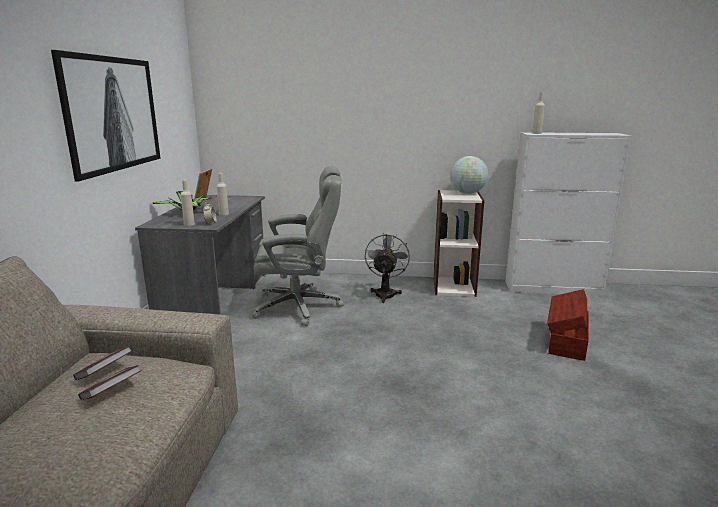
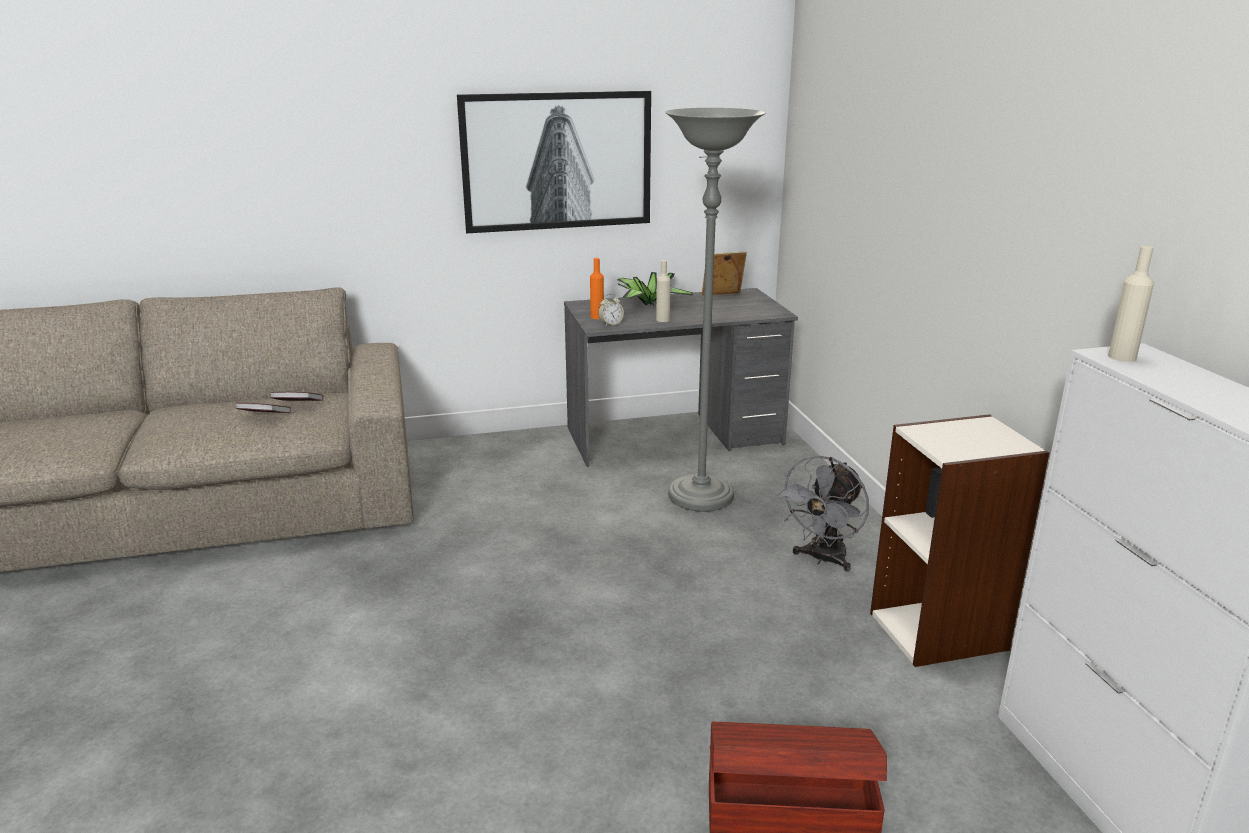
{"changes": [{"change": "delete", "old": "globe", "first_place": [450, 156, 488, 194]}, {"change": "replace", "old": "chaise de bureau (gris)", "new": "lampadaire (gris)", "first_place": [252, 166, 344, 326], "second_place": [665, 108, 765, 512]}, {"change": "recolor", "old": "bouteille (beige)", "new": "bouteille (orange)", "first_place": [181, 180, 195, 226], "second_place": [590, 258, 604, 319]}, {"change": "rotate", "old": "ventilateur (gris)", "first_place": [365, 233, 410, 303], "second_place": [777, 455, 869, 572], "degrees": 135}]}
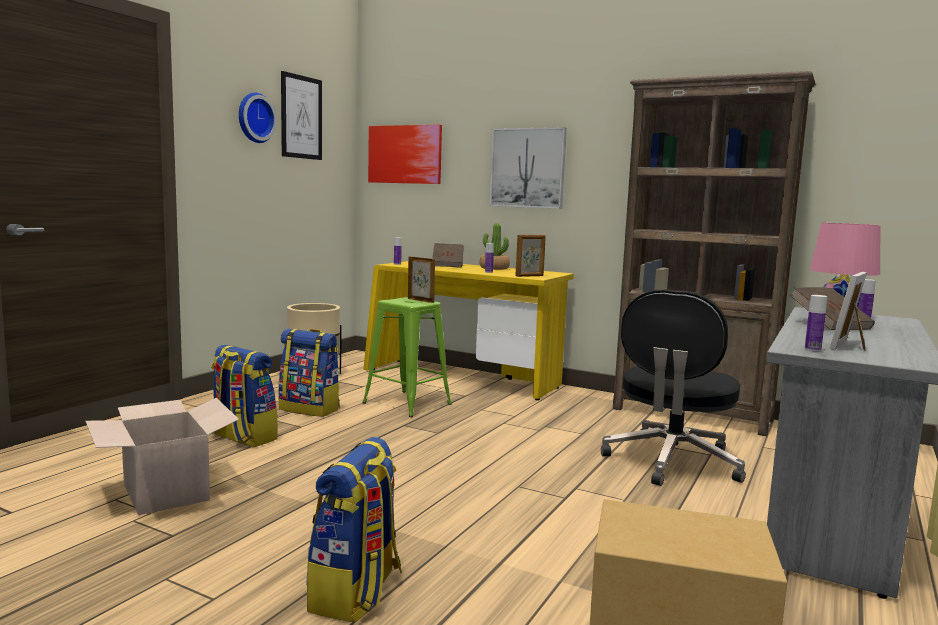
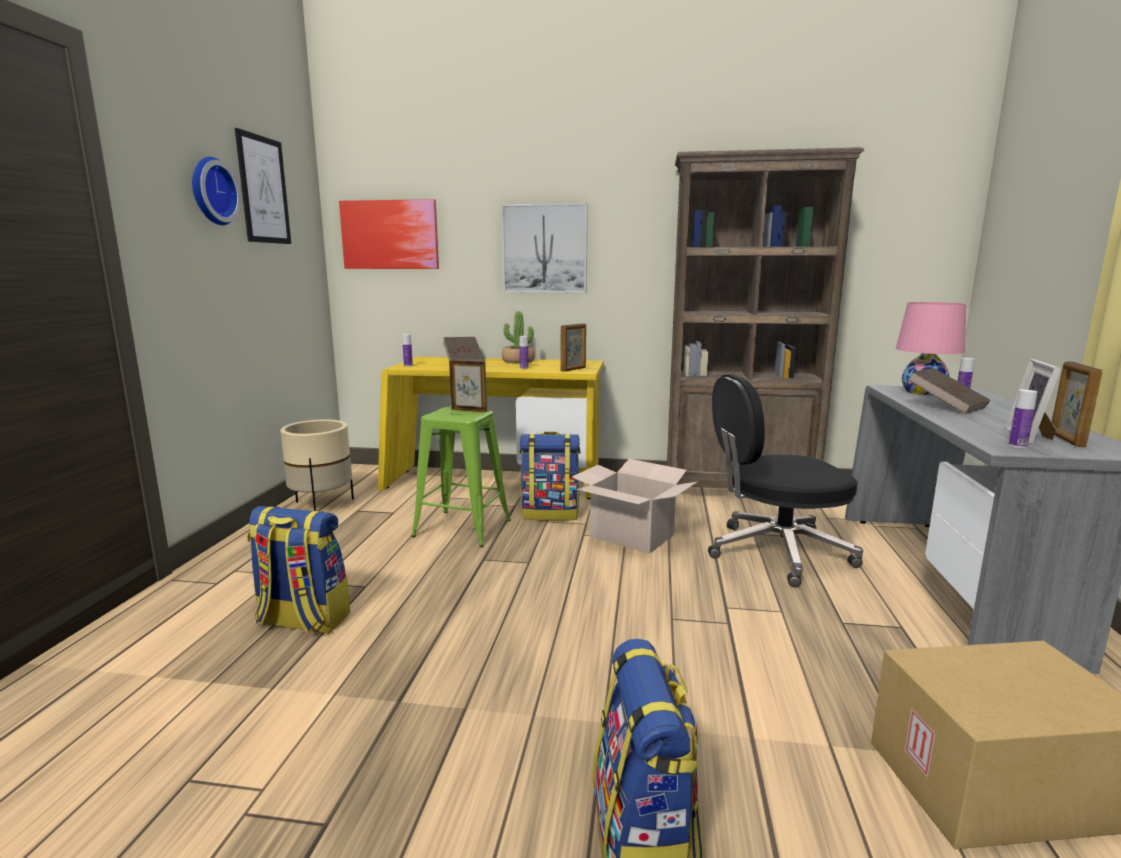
{"changes": [{"change": "rotate", "old": "chaise de bureau (noir)", "first_place": [601, 289, 746, 486], "second_place": [708, 374, 863, 587], "degrees": 75}, {"change": "move", "old": "sac à dos", "first_place": [278, 329, 340, 417], "second_place": [520, 432, 580, 521]}, {"change": "move", "old": "carton", "first_place": [85, 398, 239, 515], "second_place": [572, 459, 697, 554]}, {"change": "insert", "new": "cadre photo", "second_place": [1052, 361, 1103, 447]}]}
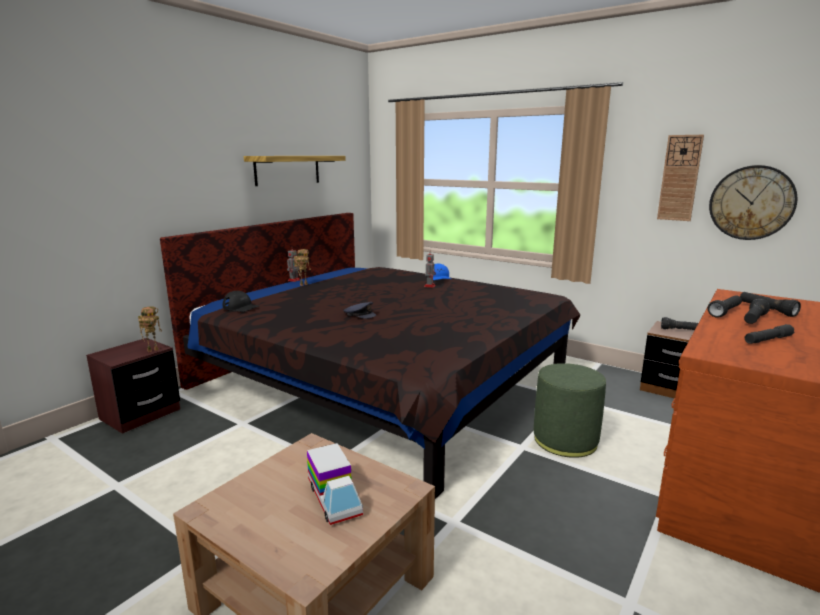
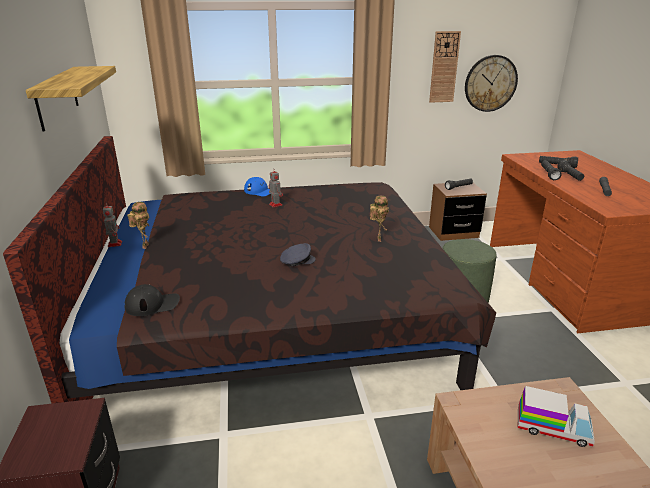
{"changes": [{"change": "move", "old": "robot jouet", "first_place": [138, 306, 162, 353], "second_place": [370, 196, 389, 242]}]}
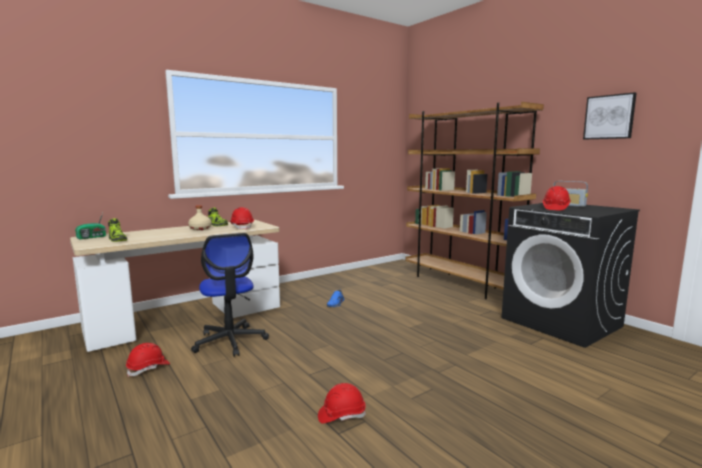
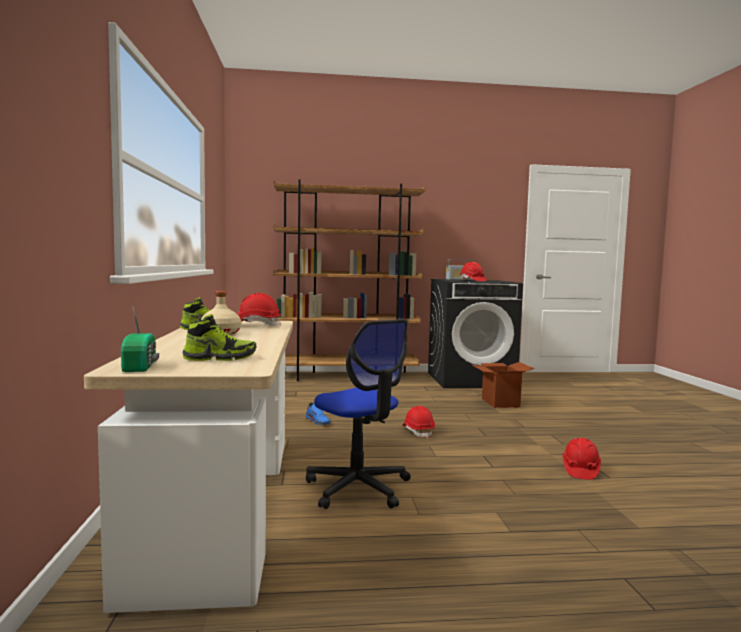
{"changes": [{"change": "delete", "old": "tableau", "first_place": [583, 92, 637, 139]}, {"change": "rotate", "old": "chaise de bureau", "first_place": [191, 233, 269, 357], "second_place": [306, 319, 411, 509], "degrees": 45}, {"change": "move", "old": "casque de chantier (rouge)", "first_place": [126, 343, 170, 377], "second_place": [403, 406, 435, 438]}, {"change": "insert", "new": "carton", "second_place": [472, 362, 534, 408]}]}
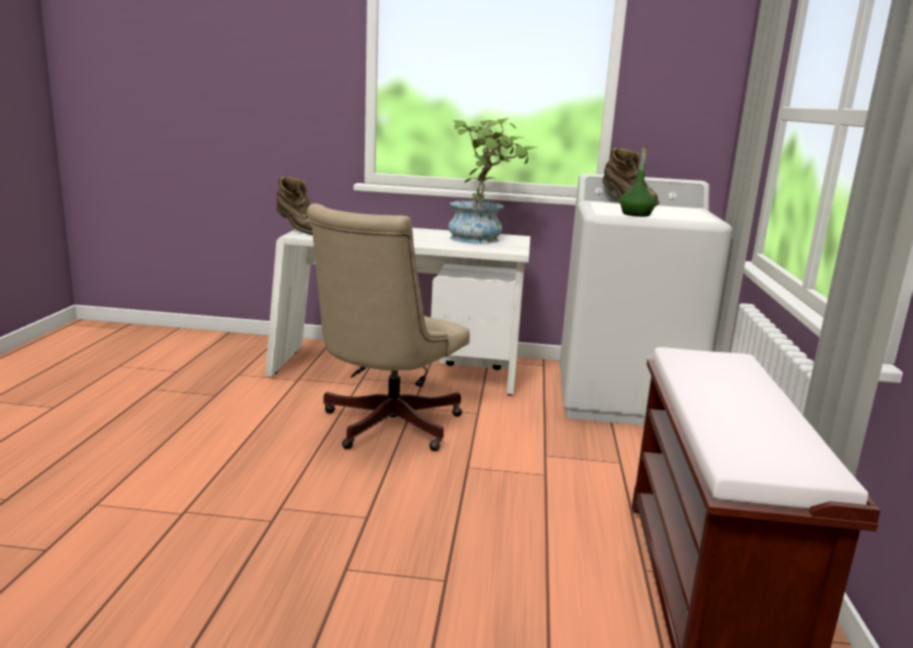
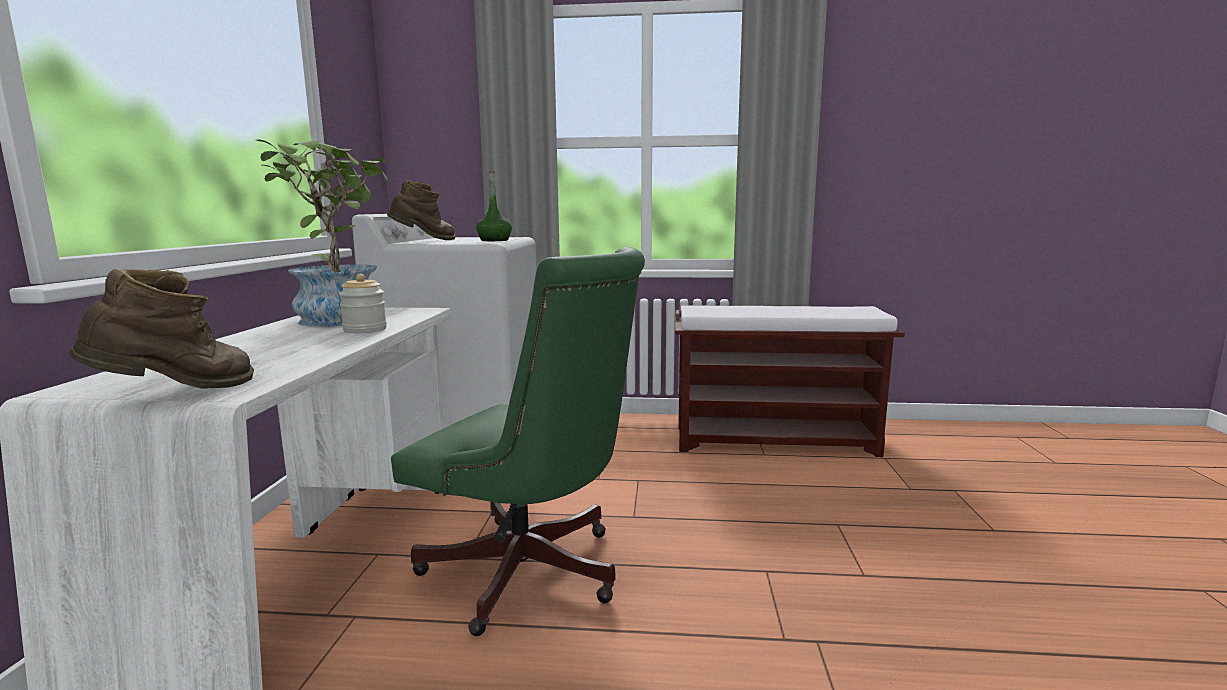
{"changes": [{"change": "recolor", "old": "chaise de bureau (beige)", "new": "chaise de bureau (vert)", "first_place": [307, 203, 470, 451], "second_place": [391, 247, 645, 636]}, {"change": "insert", "new": "bocal", "second_place": [339, 274, 387, 333]}]}
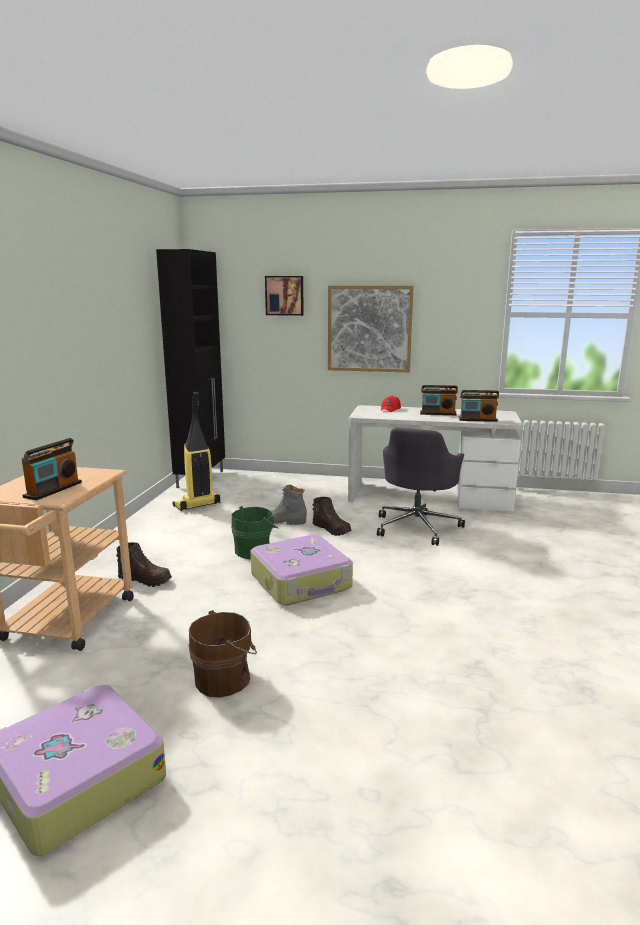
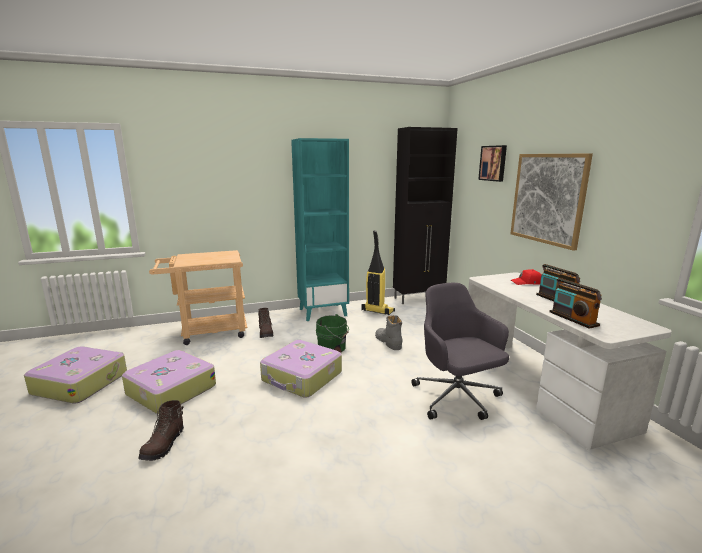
{"changes": [{"change": "rotate", "old": "chaise de bureau (gris)", "first_place": [377, 427, 465, 546], "second_place": [411, 283, 509, 420], "degrees": 75}, {"change": "delete", "old": "radio", "first_place": [22, 438, 82, 500]}, {"change": "move", "old": "botte (marron)", "first_place": [312, 497, 352, 536], "second_place": [138, 400, 184, 461]}, {"change": "replace", "old": "seau (marron)", "new": "valise", "first_place": [189, 610, 257, 698], "second_place": [122, 350, 216, 414]}, {"change": "insert", "new": "bibliothèque (turquoise)", "second_place": [291, 138, 349, 321]}]}
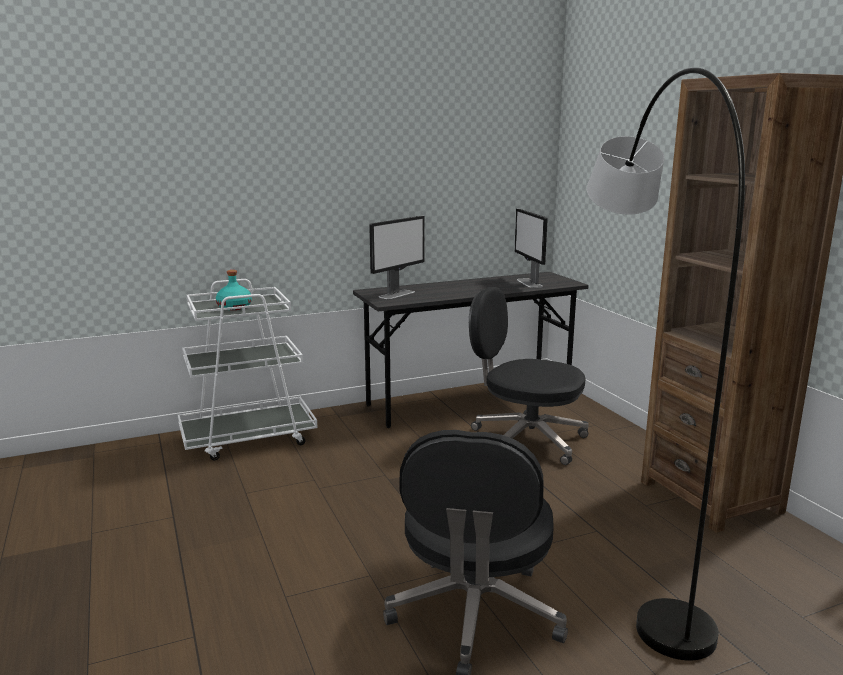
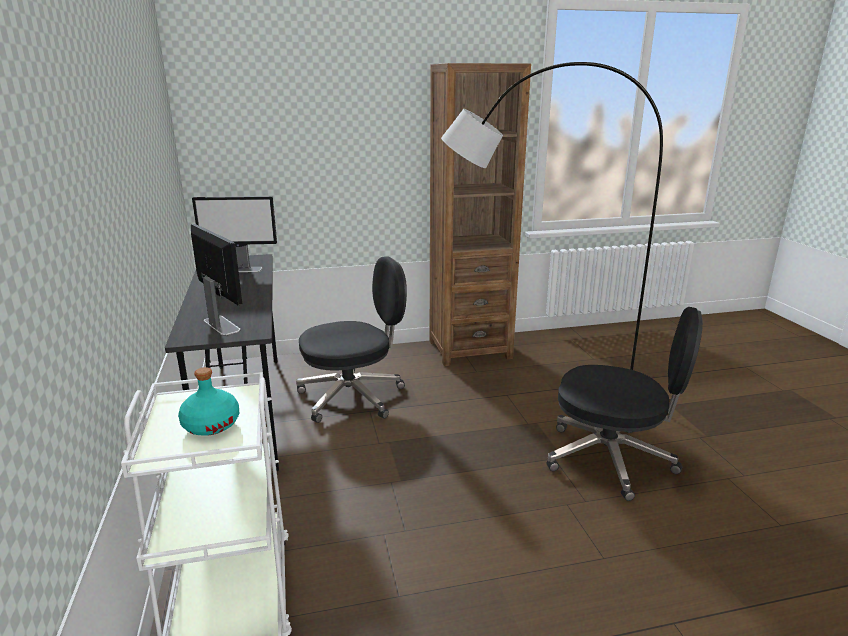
{"changes": [{"change": "rotate", "old": "chaise de bureau (noir)", "first_place": [469, 287, 589, 465], "second_place": [296, 257, 407, 423], "degrees": -150}]}
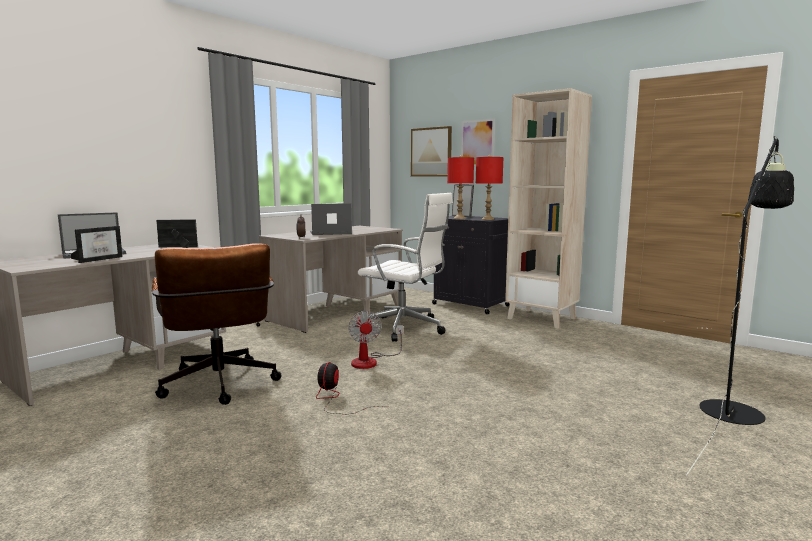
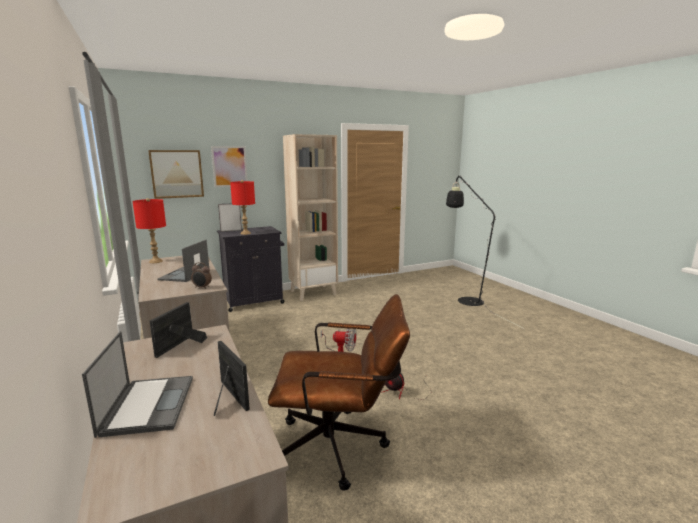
{"changes": [{"change": "move", "old": "lampe de table (rouge)", "first_place": [476, 155, 504, 220], "second_place": [132, 198, 166, 263]}, {"change": "delete", "old": "chaise de bureau (blanc)", "first_place": [358, 193, 452, 342]}]}
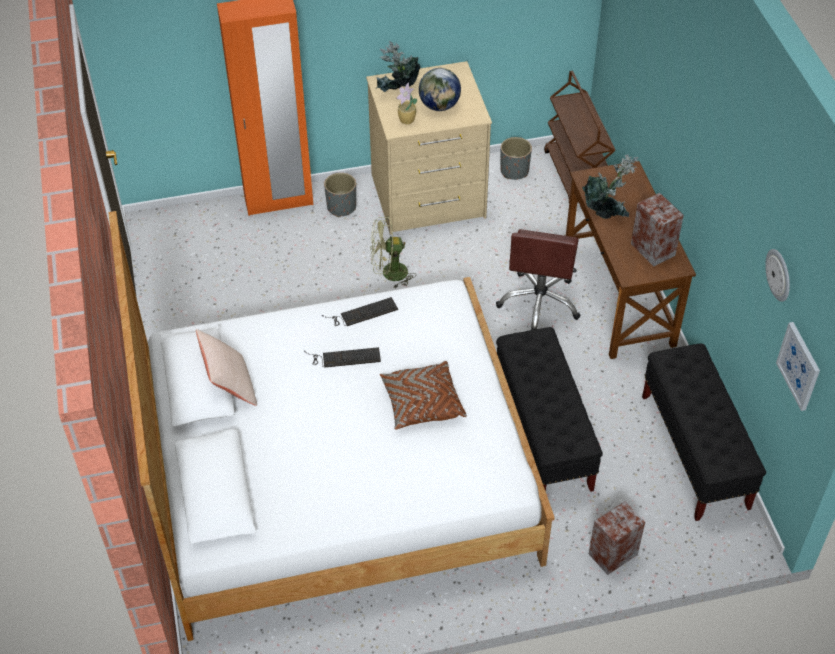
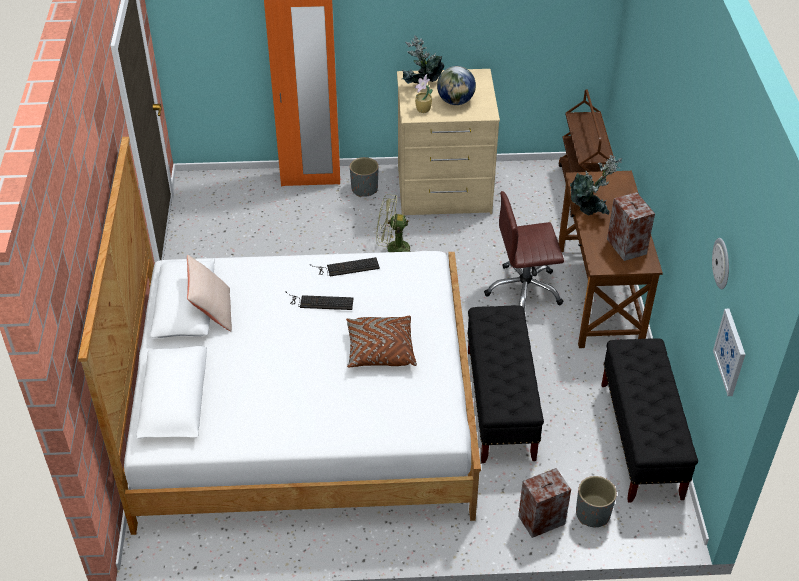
{"changes": [{"change": "move", "old": "cache-pot (gris)", "first_place": [500, 137, 532, 180], "second_place": [576, 476, 617, 527]}, {"change": "rotate", "old": "chaise de bureau (marron)", "first_place": [496, 229, 581, 330], "second_place": [484, 191, 564, 310], "degrees": 60}]}
